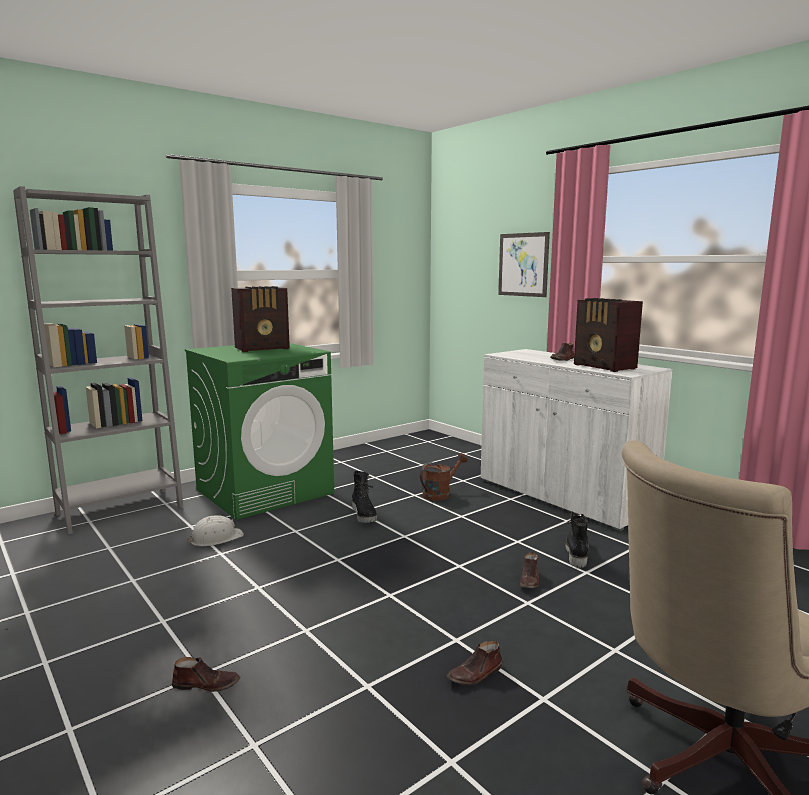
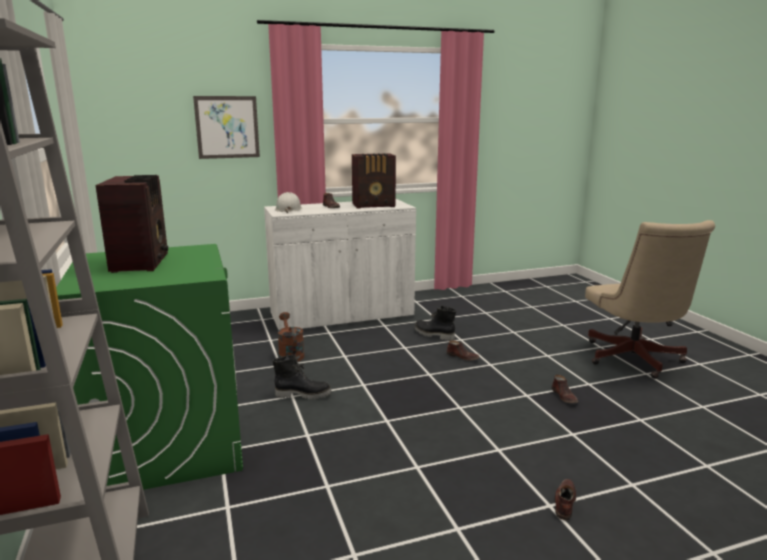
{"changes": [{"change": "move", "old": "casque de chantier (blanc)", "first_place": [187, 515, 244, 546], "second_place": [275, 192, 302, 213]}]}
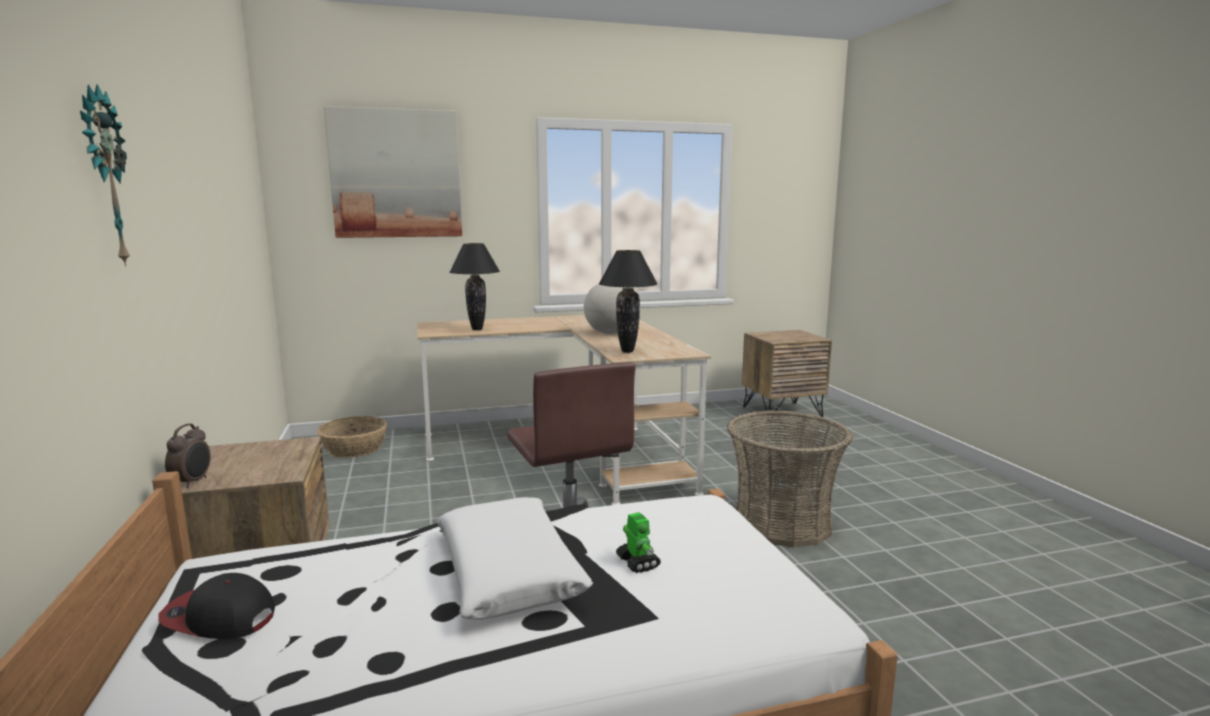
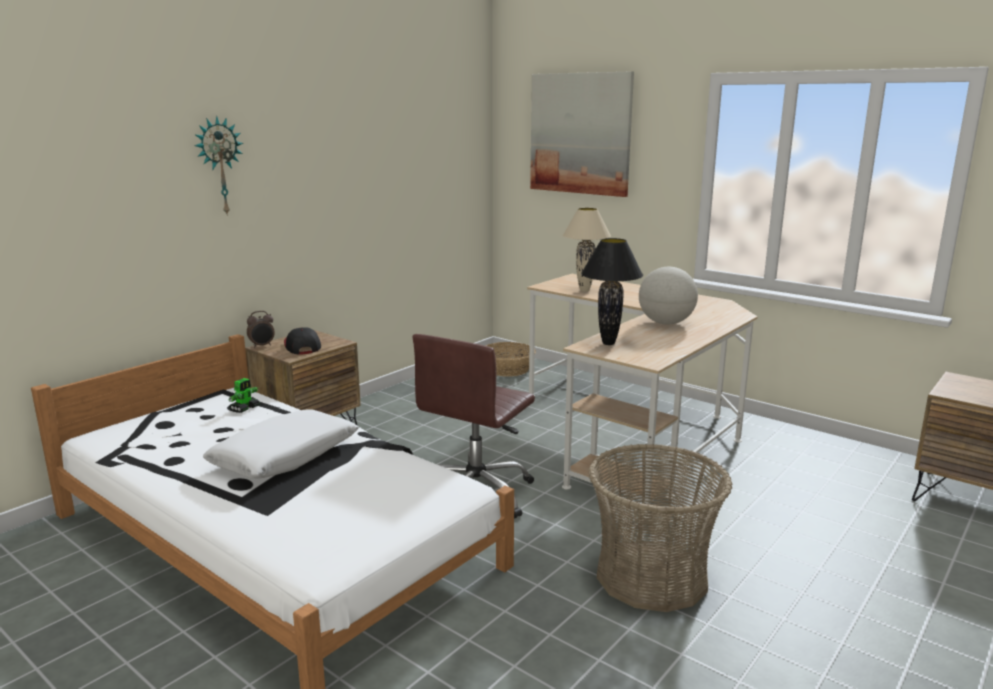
{"changes": [{"change": "recolor", "old": "lampe de table (noir)", "new": "lampe de table (beige)", "first_place": [450, 243, 500, 330], "second_place": [563, 208, 611, 292]}, {"change": "move", "old": "robot jouet", "first_place": [616, 512, 661, 573], "second_place": [229, 378, 260, 413]}, {"change": "move", "old": "casquette", "first_place": [158, 573, 275, 639], "second_place": [284, 327, 321, 354]}]}
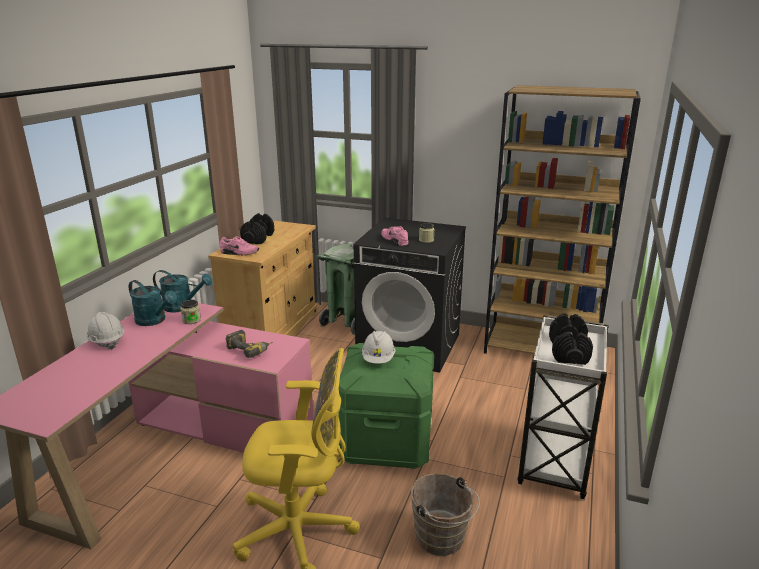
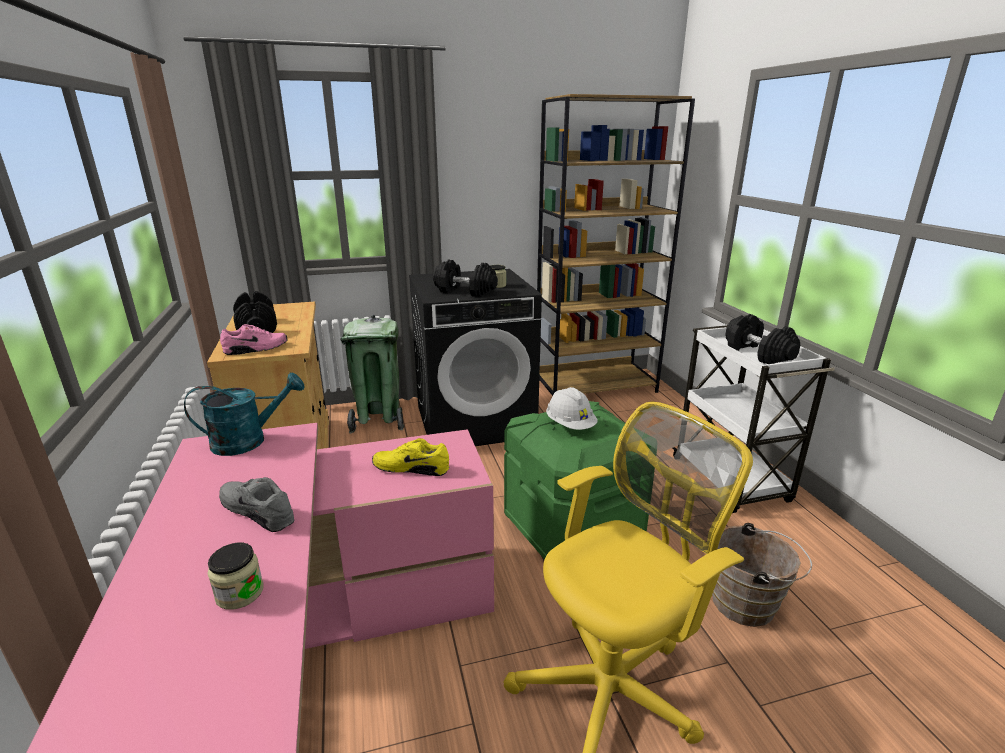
{"changes": [{"change": "replace", "old": "chaussure (rose)", "new": "haltère (noir)", "first_place": [381, 226, 408, 246], "second_place": [433, 260, 498, 297]}, {"change": "delete", "old": "arrosoir (turquoise)", "first_place": [129, 280, 177, 326]}, {"change": "move", "old": "bocal", "first_place": [180, 300, 201, 324], "second_place": [207, 543, 264, 610]}, {"change": "delete", "old": "casque de chantier (blanc)", "first_place": [87, 312, 124, 349]}, {"change": "replace", "old": "perceuse", "new": "chaussure (jaune)", "first_place": [226, 330, 273, 358], "second_place": [372, 438, 449, 476]}, {"change": "insert", "new": "chaussure (gris)", "second_place": [219, 477, 294, 532]}]}
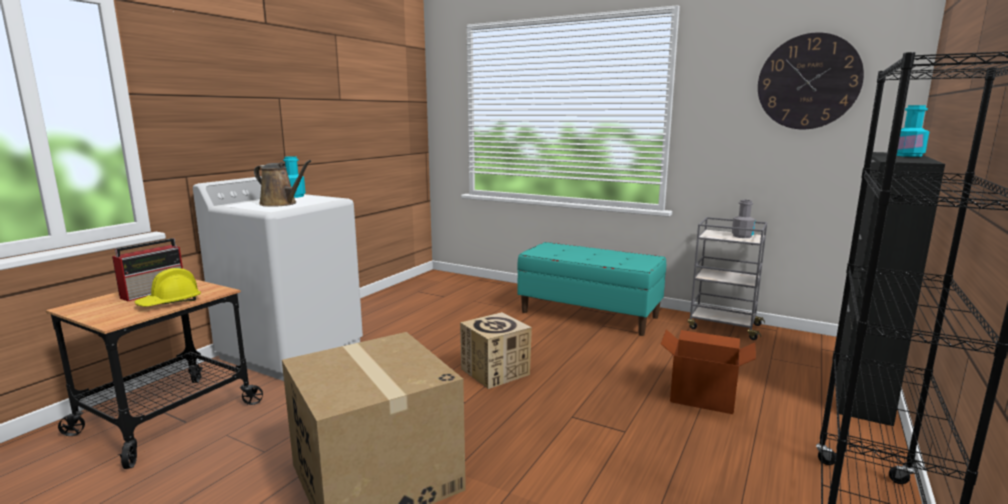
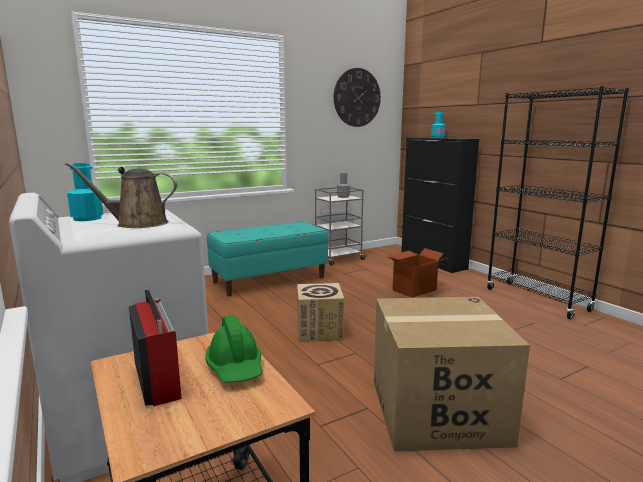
{"changes": [{"change": "rotate", "old": "arrosoir (marron)", "first_place": [254, 160, 311, 207], "second_place": [65, 162, 178, 228], "degrees": -150}, {"change": "recolor", "old": "casque de chantier (jaune)", "new": "casque de chantier (vert)", "first_place": [134, 268, 201, 307], "second_place": [205, 315, 263, 383]}]}
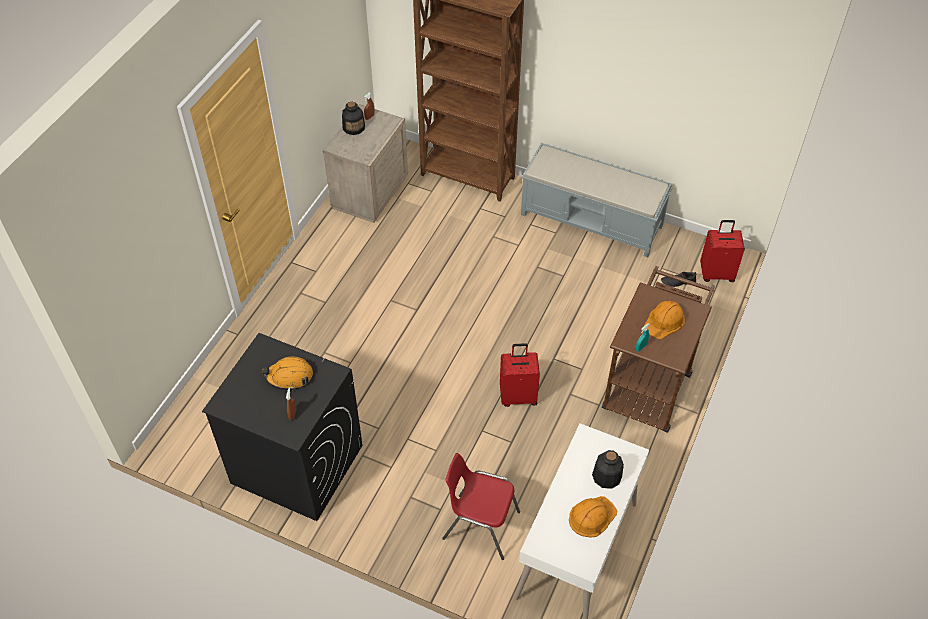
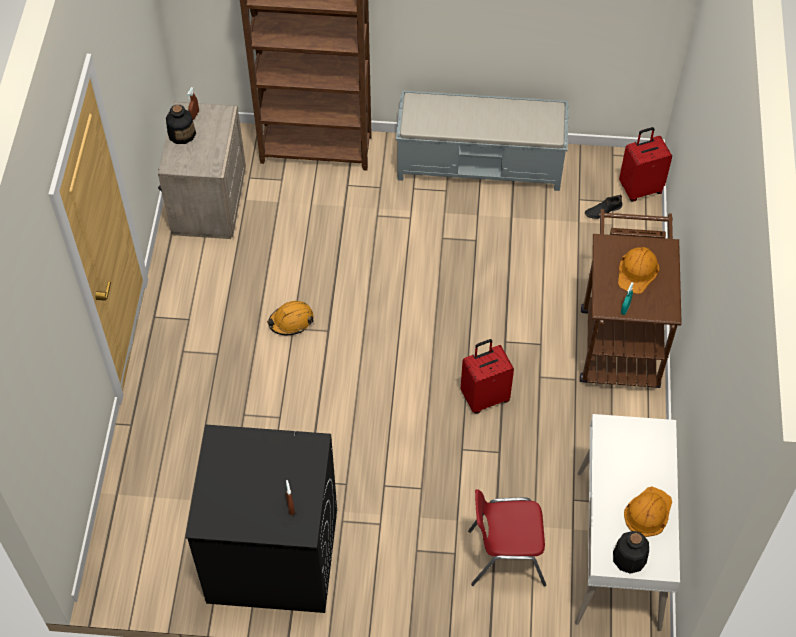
{"changes": [{"change": "move", "old": "casque de chantier (orange)", "first_place": [262, 356, 313, 390], "second_place": [267, 301, 314, 335]}, {"change": "move", "old": "bouteille", "first_place": [592, 450, 624, 489], "second_place": [613, 531, 649, 574]}]}
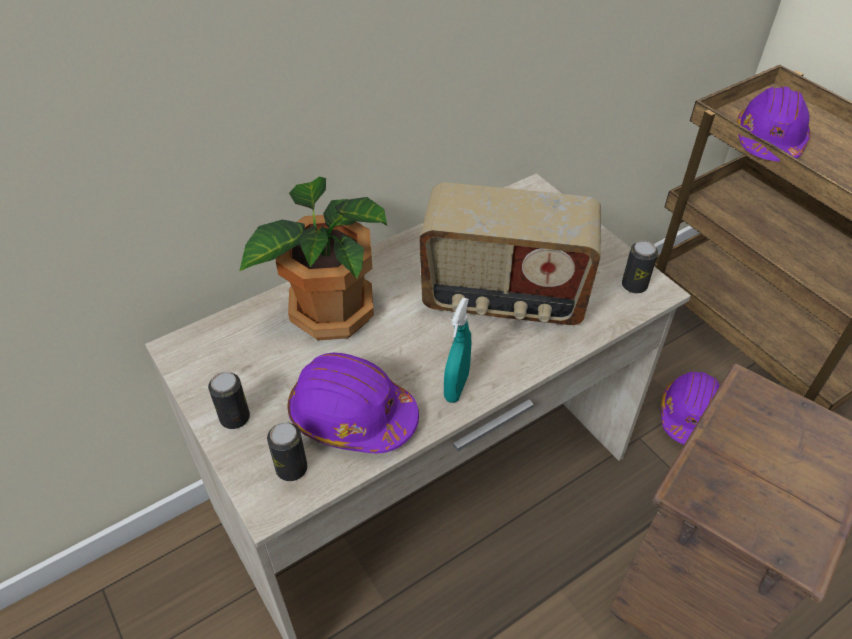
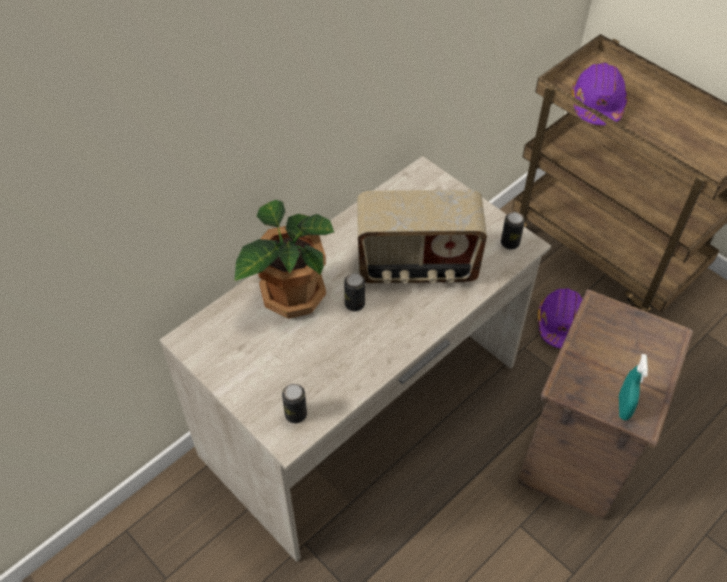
{"changes": [{"change": "move", "old": "vaporisateur (turquoise)", "first_place": [444, 298, 472, 403], "second_place": [619, 354, 648, 421]}, {"change": "delete", "old": "casque de chantier (violet)", "first_place": [288, 353, 419, 454]}, {"change": "move", "old": "boîte métallique", "first_place": [208, 372, 250, 429], "second_place": [344, 273, 365, 311]}]}
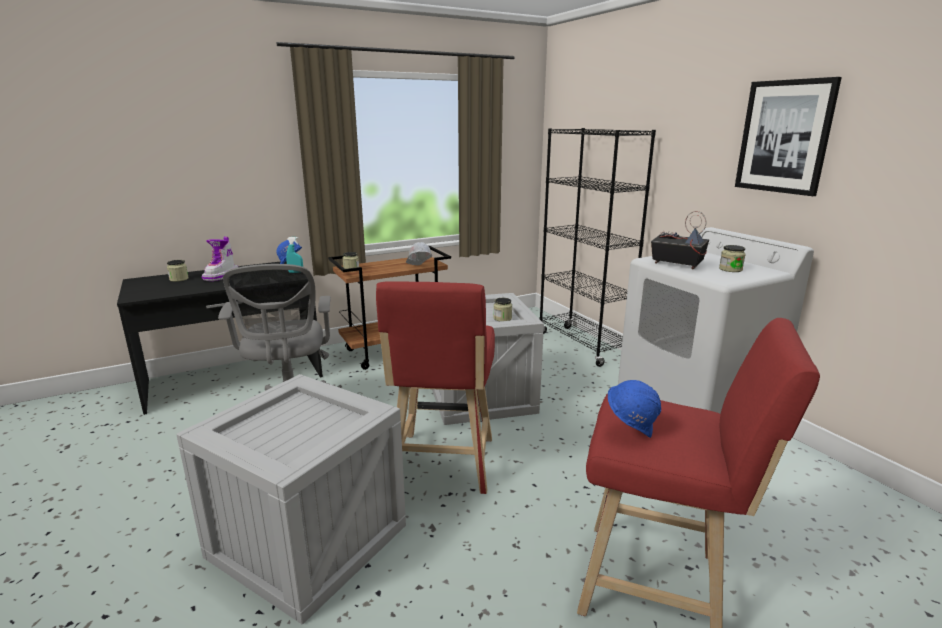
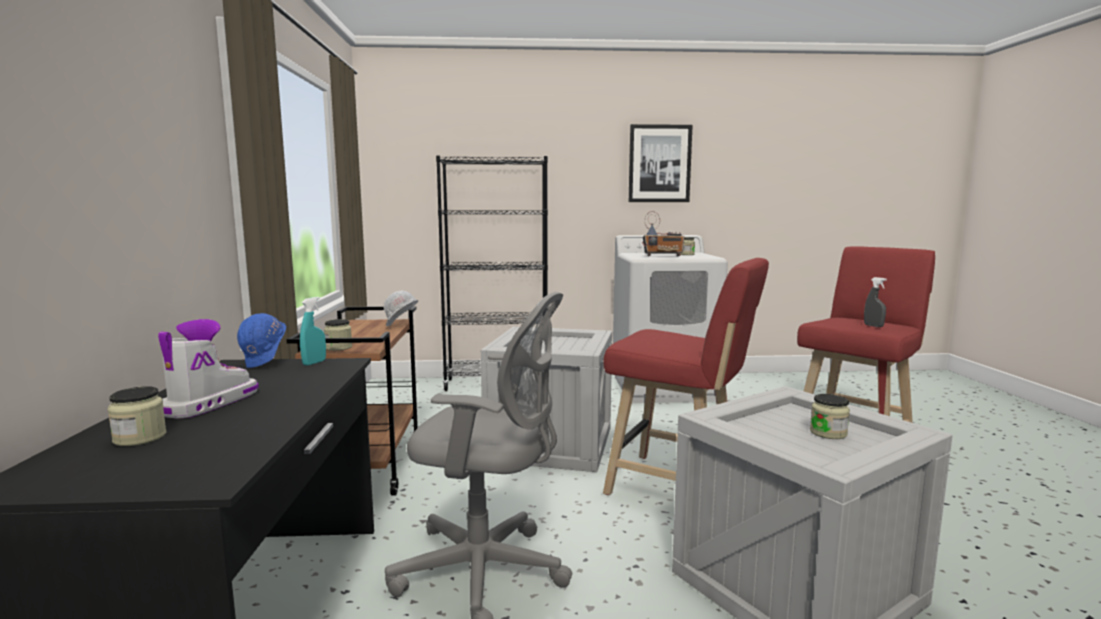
{"changes": [{"change": "rotate", "old": "radio", "first_place": [651, 211, 709, 269], "second_place": [642, 211, 685, 257], "degrees": -150}, {"change": "rotate", "old": "botte", "first_place": [201, 237, 238, 281], "second_place": [158, 319, 259, 419], "degrees": -105}, {"change": "move", "old": "bocal", "first_place": [493, 298, 512, 321], "second_place": [810, 394, 850, 439]}, {"change": "replace", "old": "casque de chantier (bleu)", "new": "vaporisateur (gris)", "first_place": [608, 380, 661, 438], "second_place": [864, 277, 887, 327]}]}
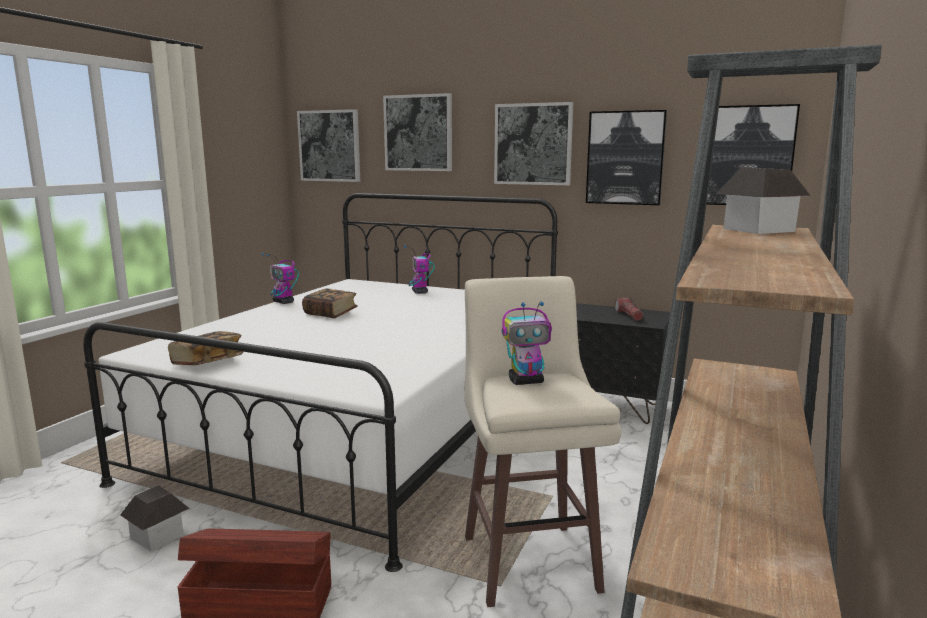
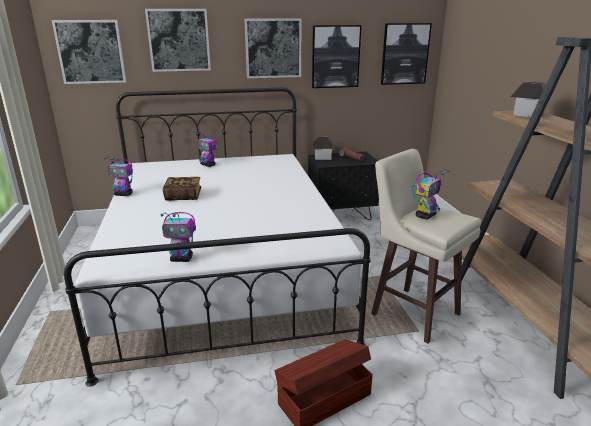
{"changes": [{"change": "replace", "old": "livre", "new": "robot jouet", "first_place": [168, 331, 243, 365], "second_place": [161, 212, 196, 262]}, {"change": "move", "old": "maison miniature", "first_place": [120, 485, 190, 551], "second_place": [313, 136, 333, 160]}]}
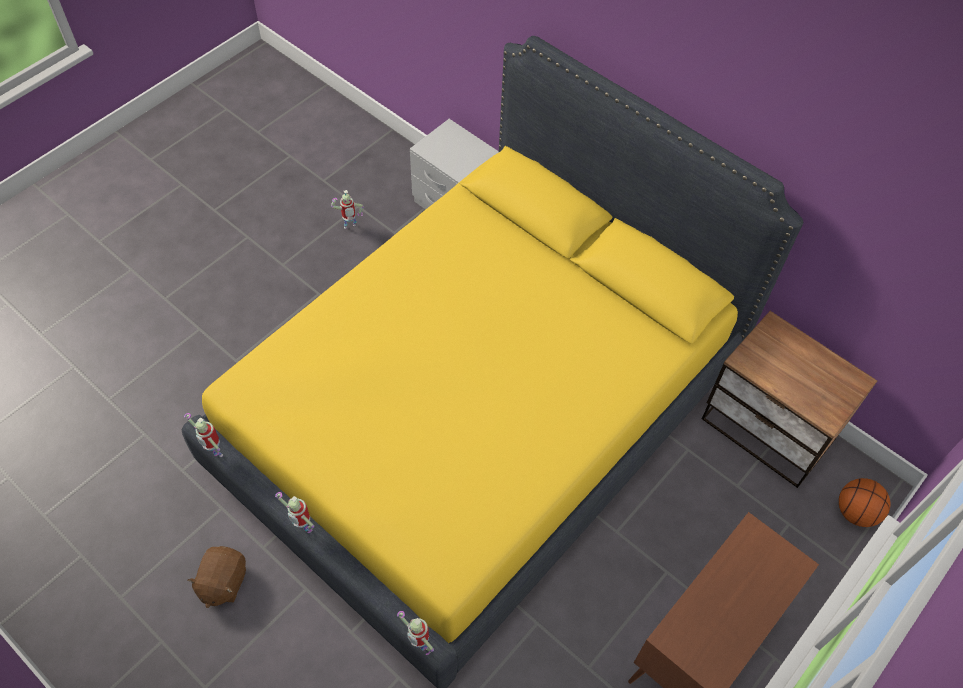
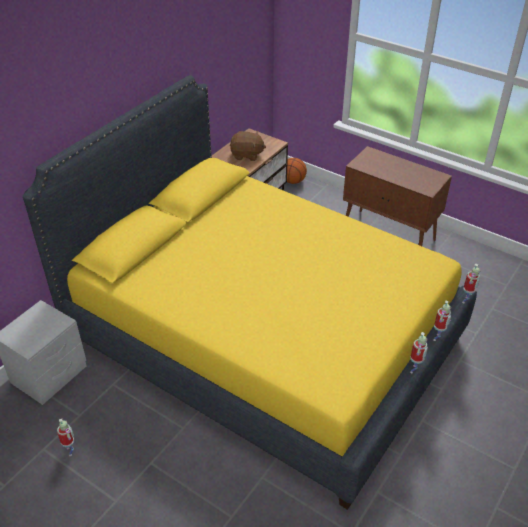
{"changes": [{"change": "move", "old": "robot jouet", "first_place": [184, 413, 223, 457], "second_place": [433, 300, 451, 341]}, {"change": "move", "old": "peluche (marron)", "first_place": [187, 546, 246, 608], "second_place": [230, 131, 266, 161]}]}
